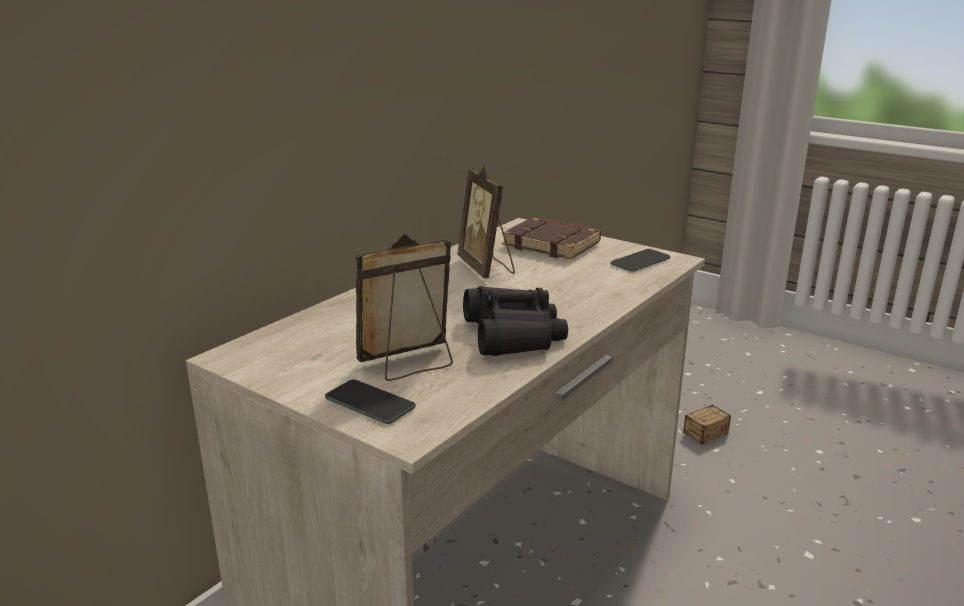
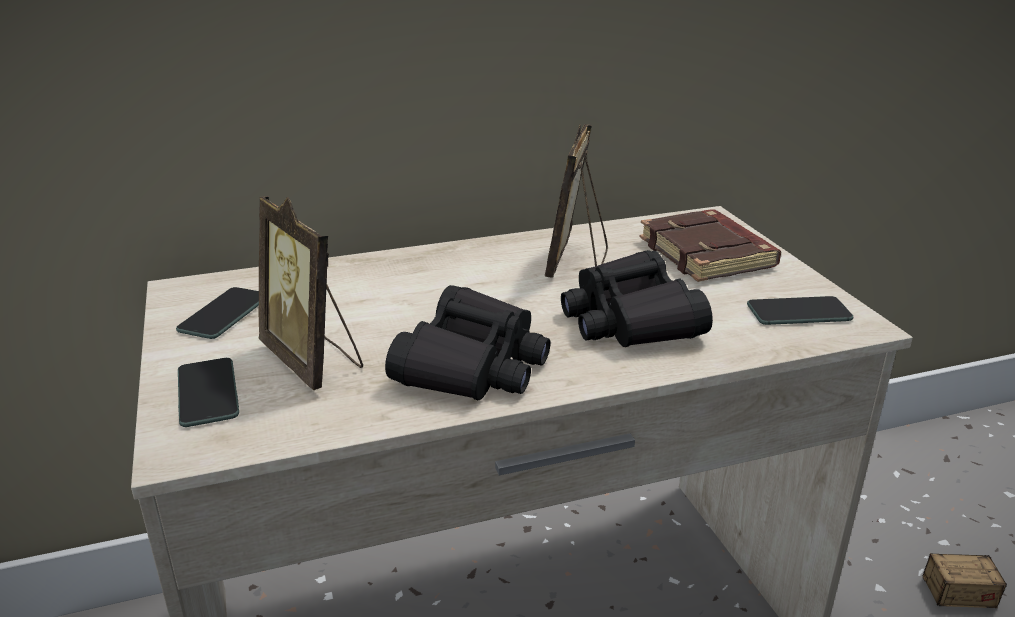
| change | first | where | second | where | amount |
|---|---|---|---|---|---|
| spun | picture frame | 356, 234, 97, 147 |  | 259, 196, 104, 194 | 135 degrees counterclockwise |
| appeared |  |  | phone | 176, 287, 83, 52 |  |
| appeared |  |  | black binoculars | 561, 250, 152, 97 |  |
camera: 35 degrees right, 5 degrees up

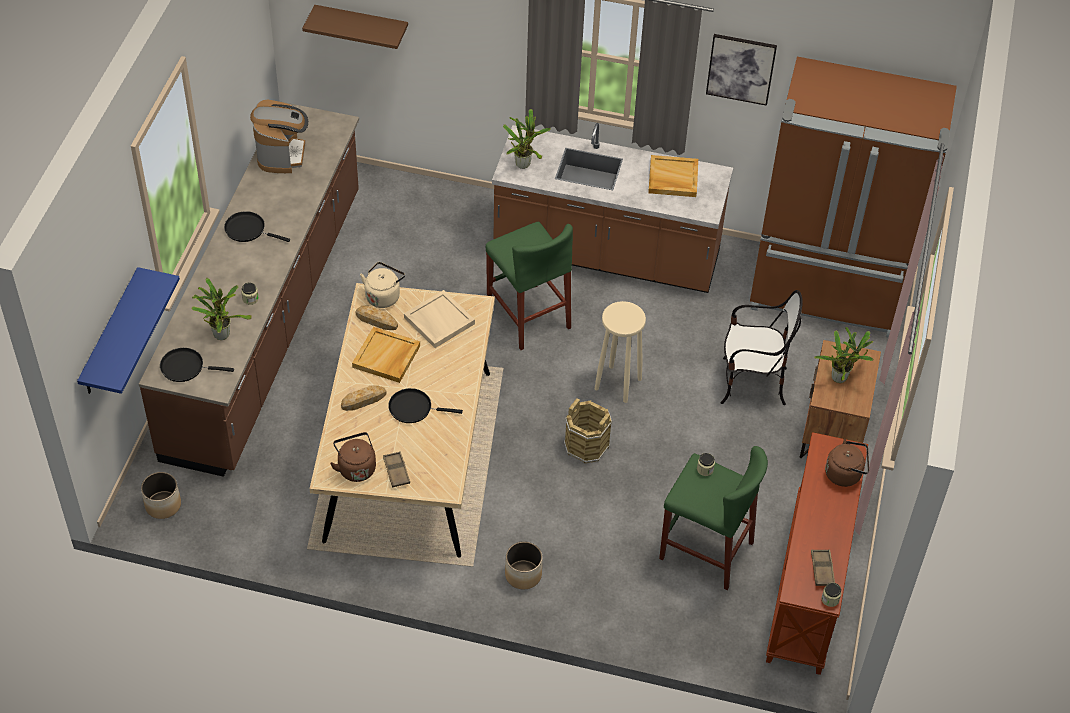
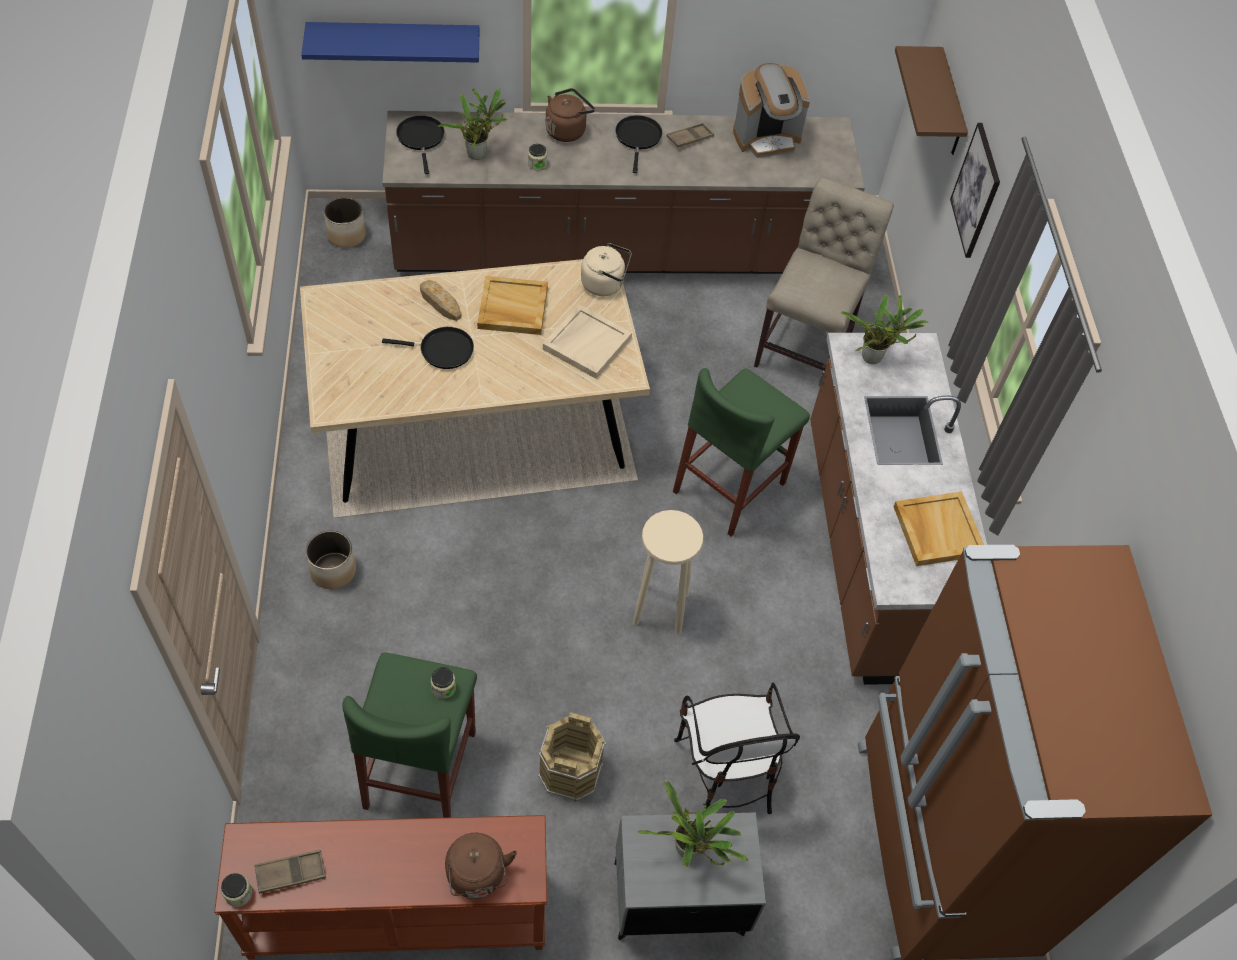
| change | first | where | second | where | amount |
|---|---|---|---|---|---|
| relocated | brown kettle | 330, 432, 46, 50 |  | 546, 88, 49, 54 |  |
| missing | bread | 355, 306, 43, 24 |  |  |  |
| relocated | brown tray | 383, 451, 27, 37 |  | 667, 123, 47, 25 |  |
| spun | black frying pan | 388, 388, 75, 35 |  | 382, 327, 92, 42 | 105 degrees clockwise |
| relocated | brown bucket | 564, 398, 48, 66 |  | 538, 712, 68, 89 |  |
| relocated | picture | 706, 34, 71, 72 |  | 950, 123, 50, 135 |  |
| colour | brown nightstand | 800, 340, 81, 118 | grey nightstand | 615, 812, 151, 128 |  |
| appeared |  |  | beige chair | 754, 178, 140, 193 |  |
camera: 70 degrees right, 5 degrees up

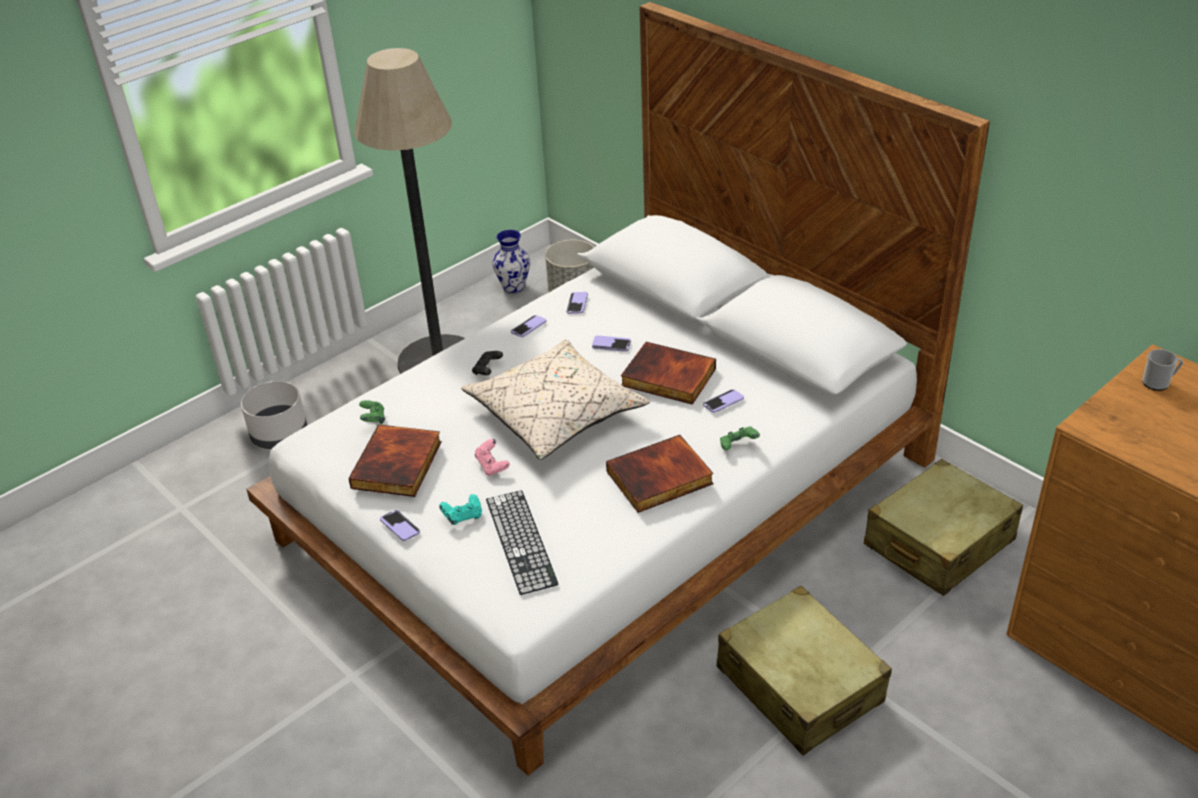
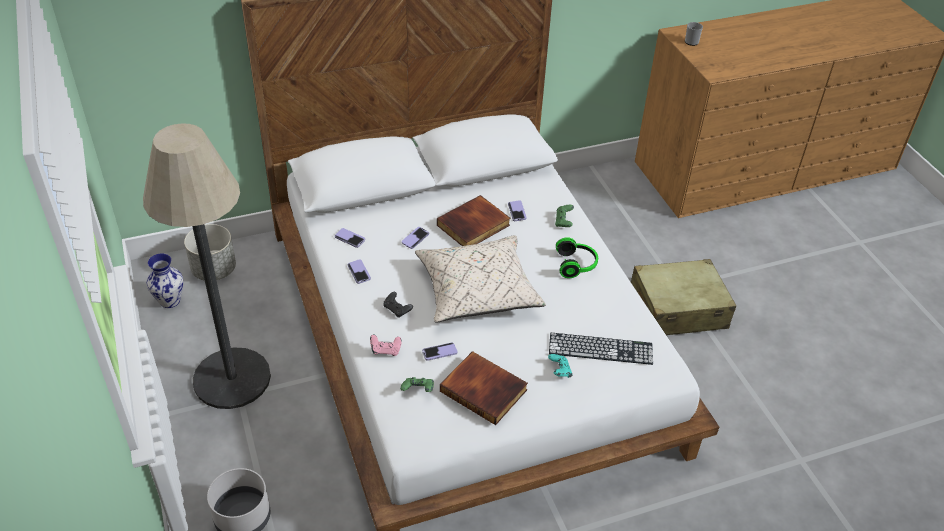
| change | first | where | second | where | amount |
|---|---|---|---|---|---|
| relocated | phone | 380, 510, 40, 31 |  | 422, 343, 35, 18 |  |
| relocated | pink game controller | 475, 439, 35, 37 |  | 370, 334, 32, 22 |  |
| exchanged | book | 606, 435, 107, 78 | headphones | 556, 237, 42, 41 |  |
| missing | beige suitcase | 864, 459, 159, 137 |  |  |  |
camera: 70 degrees left, 5 degrees up

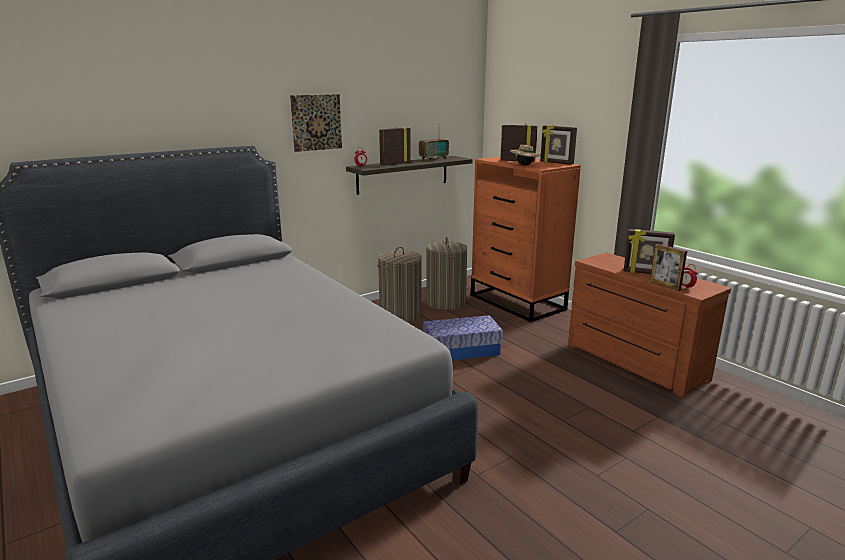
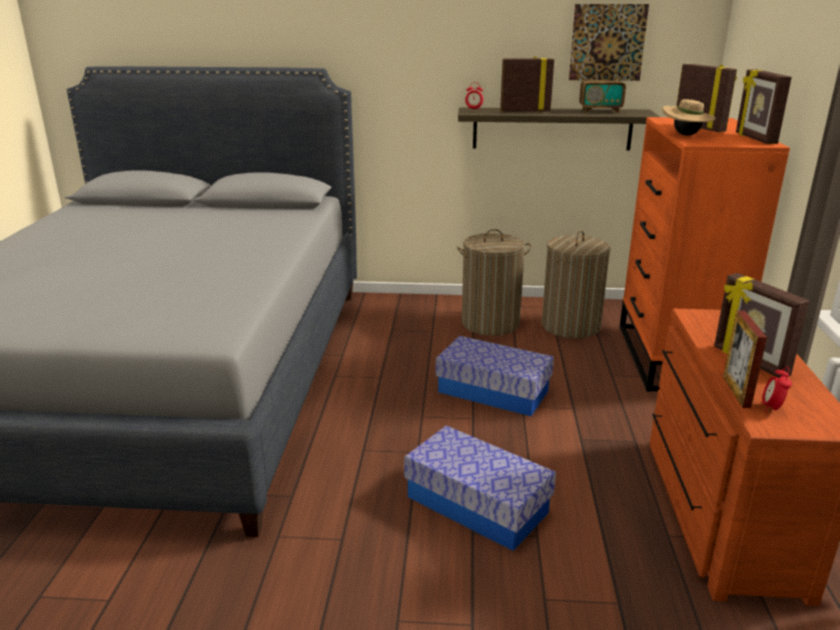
| change | first | where | second | where | amount |
|---|---|---|---|---|---|
| relocated | picture | 290, 94, 52, 58 |  | 569, 4, 80, 77 |  |
| appeared |  |  | storage box | 404, 425, 152, 126 |  |
camera: 40 degrees right, 5 degrees up

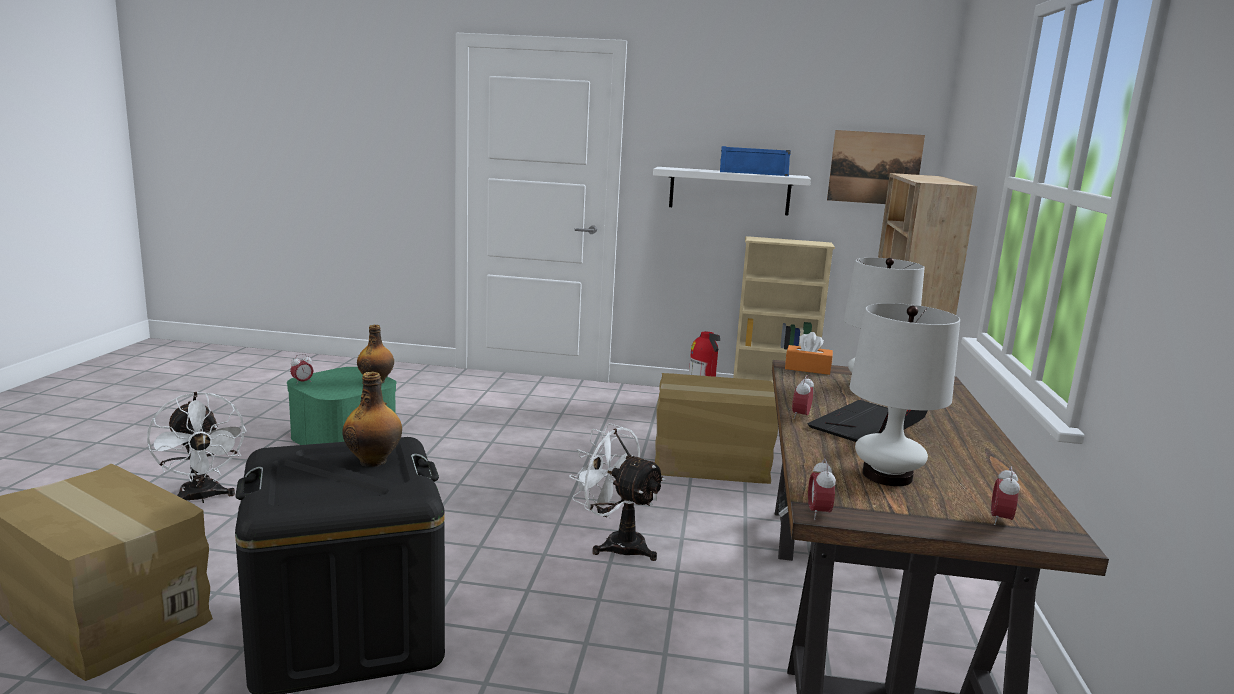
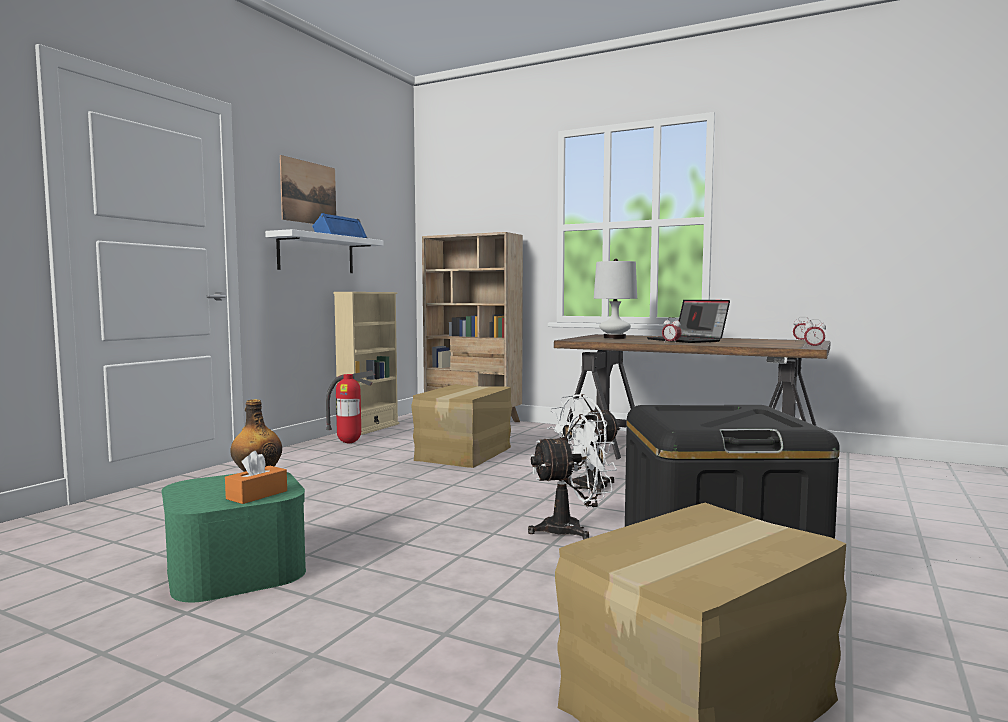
| change | first | where | second | where | amount |
|---|---|---|---|---|---|
| relocated | white fan | 147, 392, 100, 111 |  | 528, 414, 89, 125 |  |
| missing | alarm clock | 290, 354, 23, 31 |  |  |  |
| missing | bottle | 342, 372, 60, 95 |  |  |  |
| relocated | orange tissue box | 785, 332, 48, 43 |  | 225, 451, 62, 53 |  |
| relocated | picture | 827, 130, 98, 74 |  | 280, 155, 56, 69 |  |
| missing | white table lamp | 850, 303, 110, 183 |  |  |  |
camera: 70 degrees left, 10 degrees down

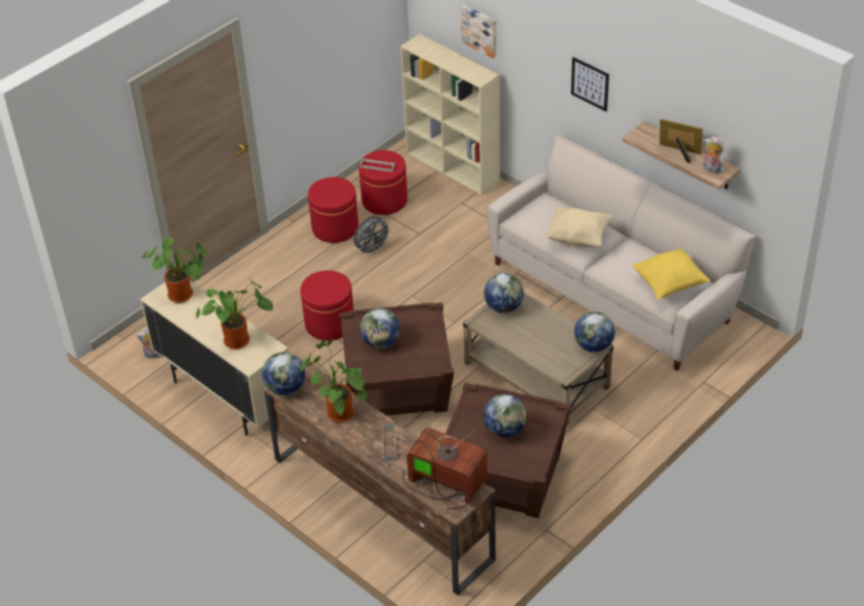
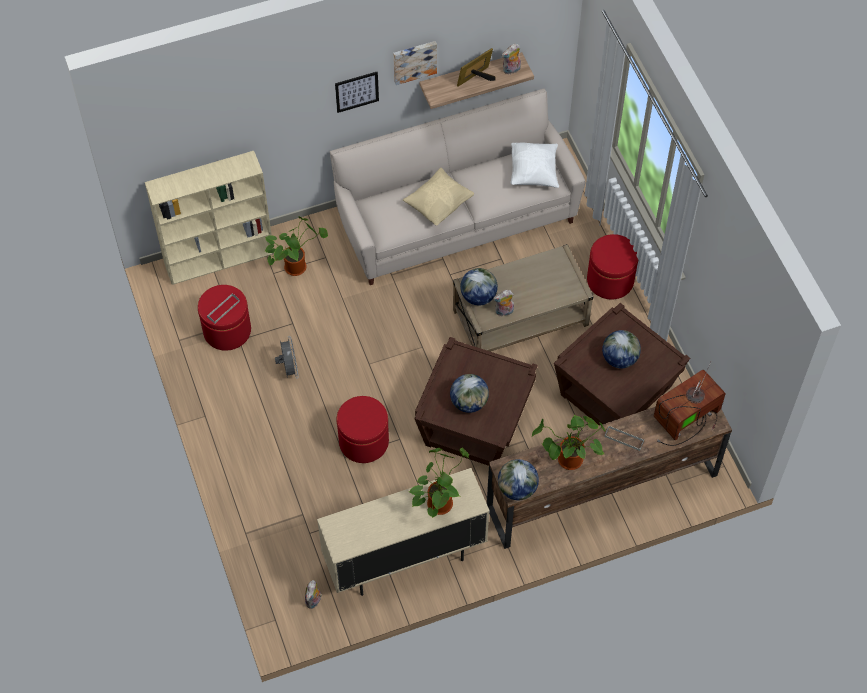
| change | first | where | second | where | amount |
|---|---|---|---|---|---|
| relocated | potted plant | 143, 237, 65, 66 |  | 265, 216, 63, 60 |  |
| relocated | red ottoman | 308, 177, 51, 66 |  | 587, 234, 51, 65 |  |
| relocated | picture | 461, 5, 35, 53 |  | 393, 41, 44, 44 |  |
| missing | globe | 574, 311, 41, 42 |  |  |  |
| colour | yellow pillow | 632, 249, 78, 51 | white pillow | 511, 143, 48, 45 |  |
| appeared |  |  | plush toy | 493, 290, 21, 26 |  |
camera: 65 degrees left, 15 degrees up

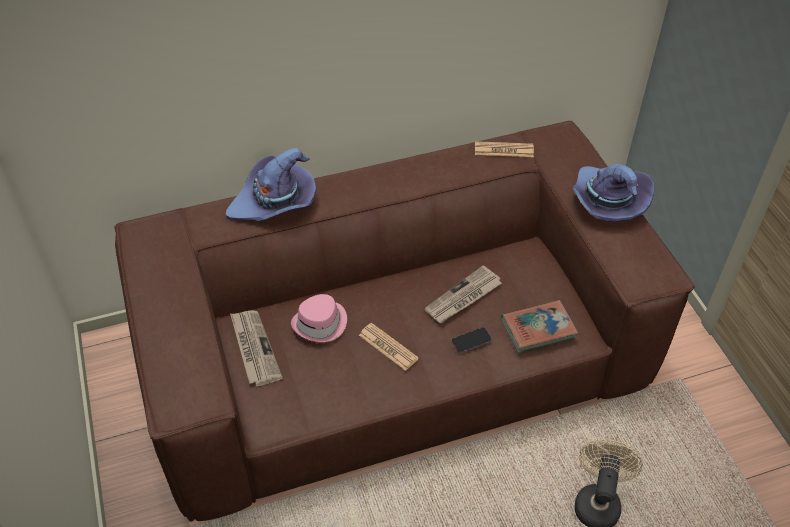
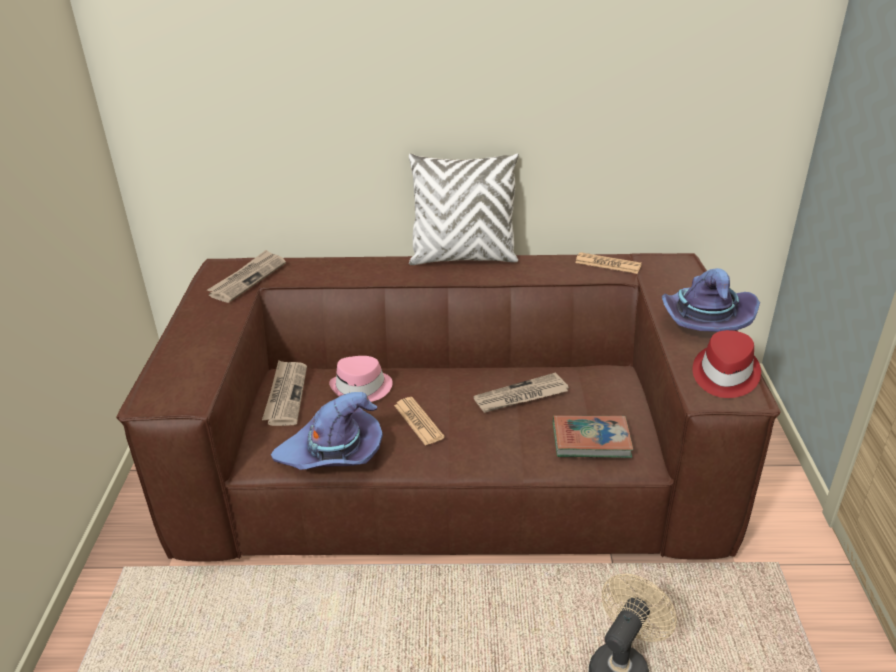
| change | first | where | second | where | amount |
|---|---|---|---|---|---|
| relocated | purple hat | 226, 148, 90, 73 |  | 271, 392, 112, 78 |  |
| missing | phone | 451, 327, 41, 26 |  |  |  |
| appeared |  |  | newspaper | 207, 250, 79, 53 |  |
| appeared |  |  | white pillow | 409, 153, 110, 112 |  |
| appeared |  |  | red hat | 693, 330, 68, 68 |  |
camera: 20 degrees right, 15 degrees down

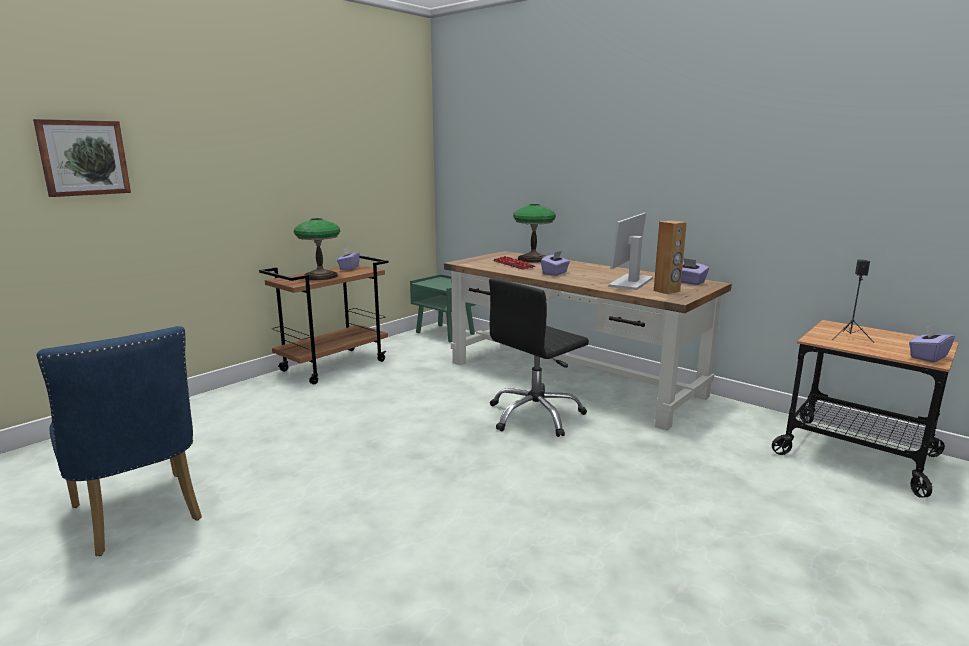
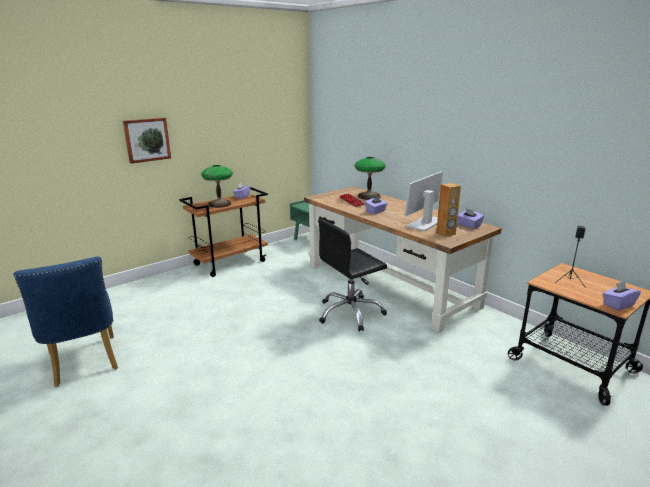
| change | first | where | second | where | amount |
|---|---|---|---|---|---|
| relocated | picture | 33, 119, 98, 78 |  | 123, 117, 48, 47 |  |
camera: 10 degrees right, 5 degrees up

